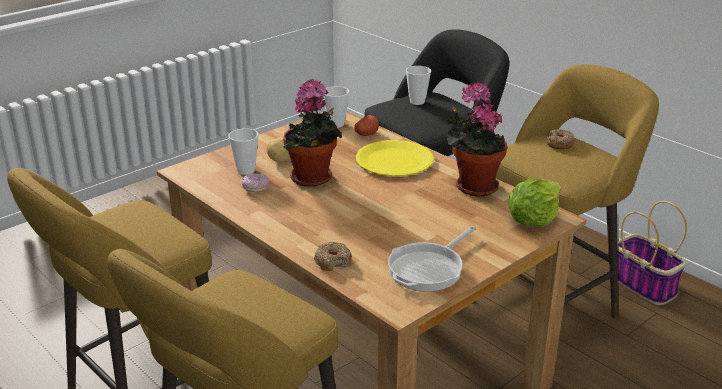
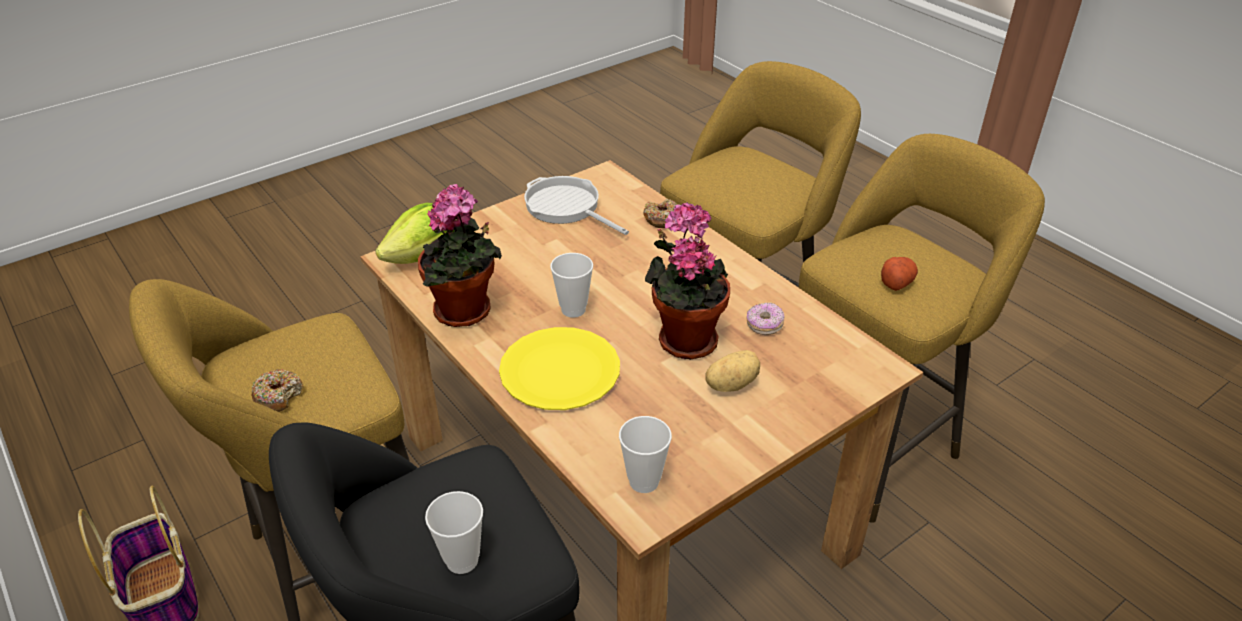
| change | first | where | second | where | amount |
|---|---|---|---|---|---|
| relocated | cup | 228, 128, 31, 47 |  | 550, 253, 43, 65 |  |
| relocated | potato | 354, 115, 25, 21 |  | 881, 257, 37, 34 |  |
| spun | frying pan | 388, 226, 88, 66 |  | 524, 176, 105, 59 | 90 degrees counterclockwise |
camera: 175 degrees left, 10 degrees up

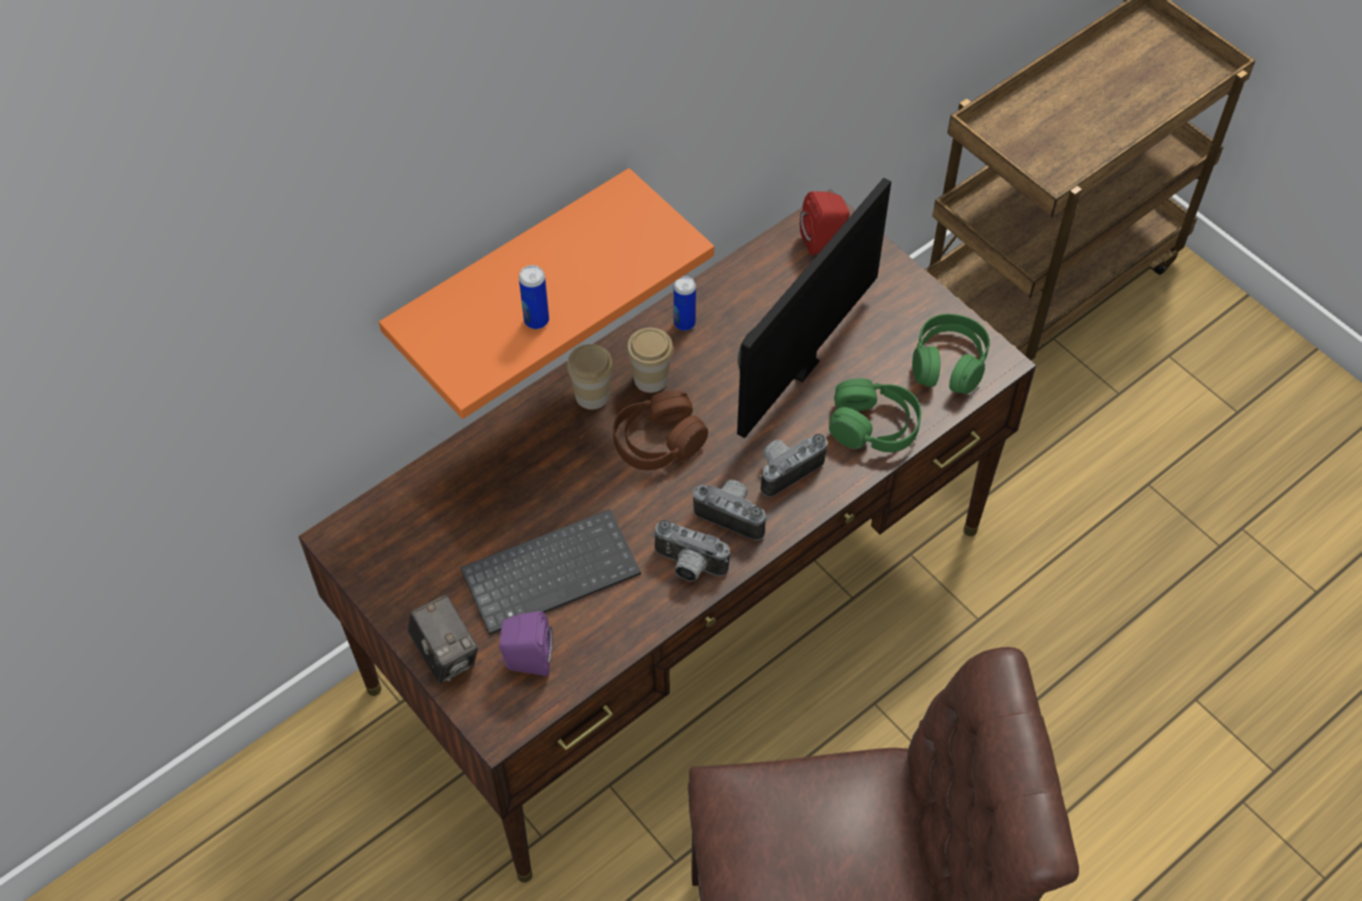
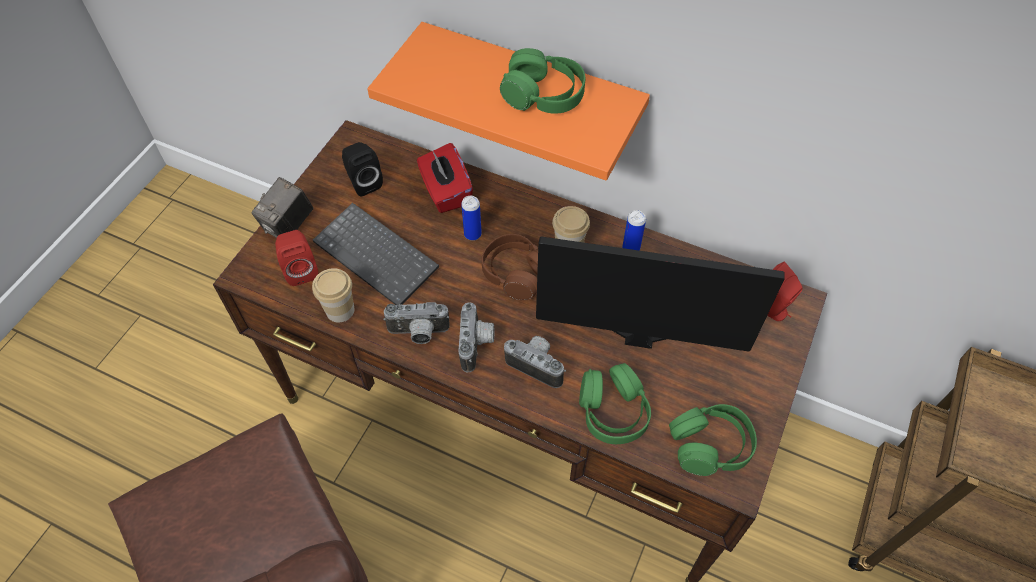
| change | first | where | second | where | amount |
|---|---|---|---|---|---|
| colour | purple speaker | 499, 611, 54, 66 | red speaker | 275, 230, 43, 56 |  |
| relocated | can | 519, 265, 30, 64 |  | 461, 196, 21, 45 |  |
| relocated | cup | 567, 344, 46, 66 |  | 312, 268, 42, 55 |  |
| spun | photo camera | 652, 520, 78, 62 |  | 383, 302, 67, 42 | 90 degrees counterclockwise |
| appeared |  |  | black speaker | 342, 142, 41, 54 |  |
| appeared |  |  | red tissue box | 417, 143, 56, 70 |  |
| appeared |  |  | green headphones | 500, 48, 85, 66 |  |
camera: 65 degrees right, 0 degrees up

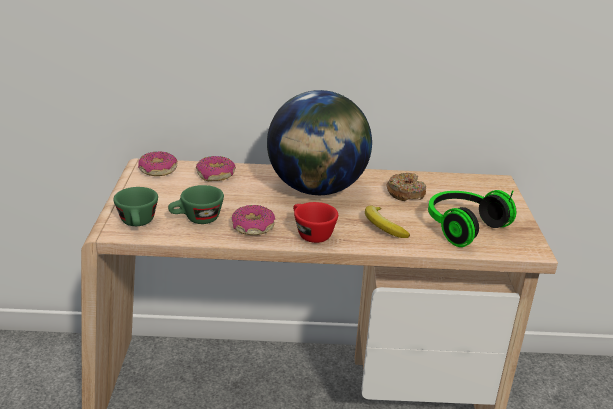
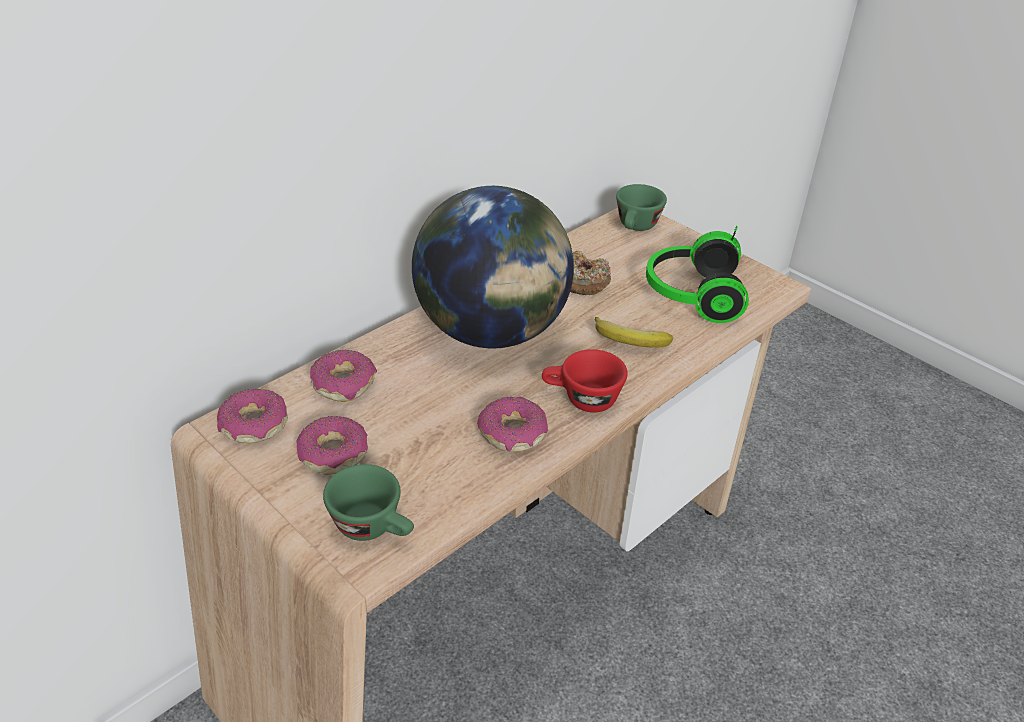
| change | first | where | second | where | amount |
|---|---|---|---|---|---|
| relocated | green cup | 168, 185, 56, 39 |  | 616, 184, 51, 47 |  |
| appeared |  |  | donut | 296, 416, 72, 59 |  |
camera: 45 degrees left, 10 degrees up

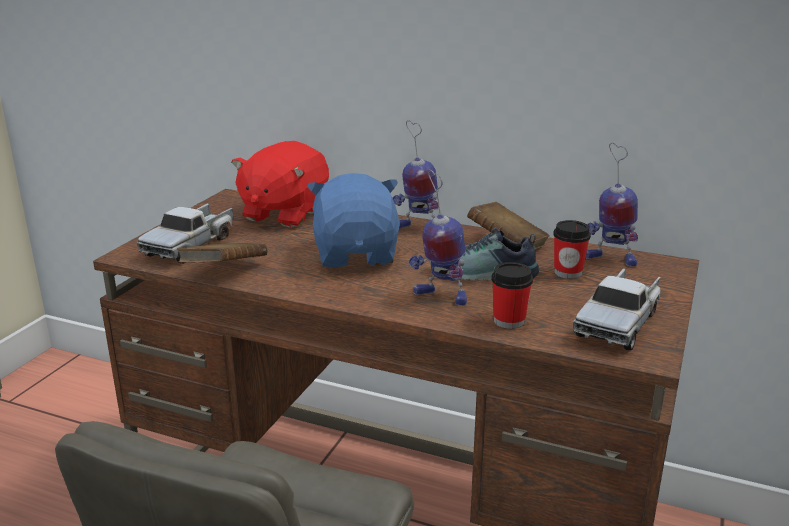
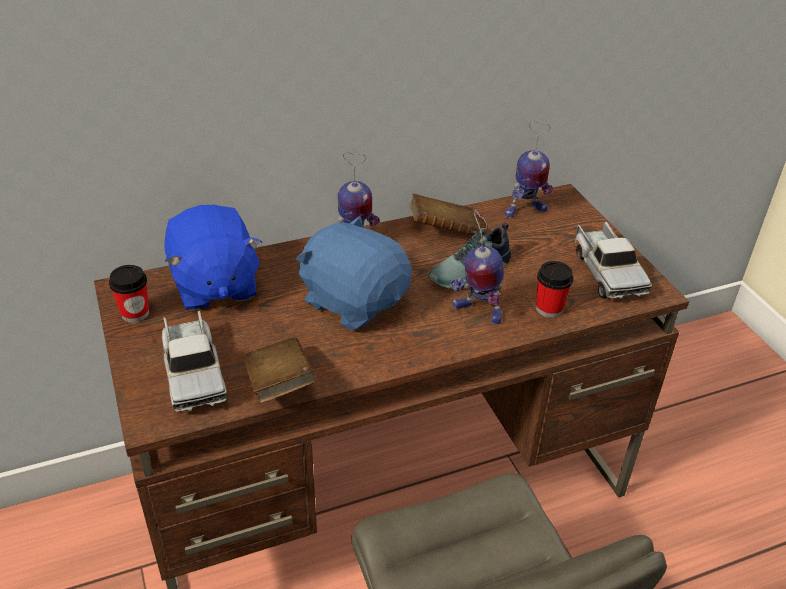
| change | first | where | second | where | amount |
|---|---|---|---|---|---|
| colour | red plush toy | 231, 141, 98, 86 | blue plush toy | 164, 205, 98, 106 |  |
| spun | toy robot | 409, 169, 58, 137 |  | 450, 210, 54, 114 | 45 degrees clockwise |
| relocated | cup | 553, 220, 38, 59 |  | 109, 265, 40, 58 |  |
camera: 45 degrees left, 15 degrees up

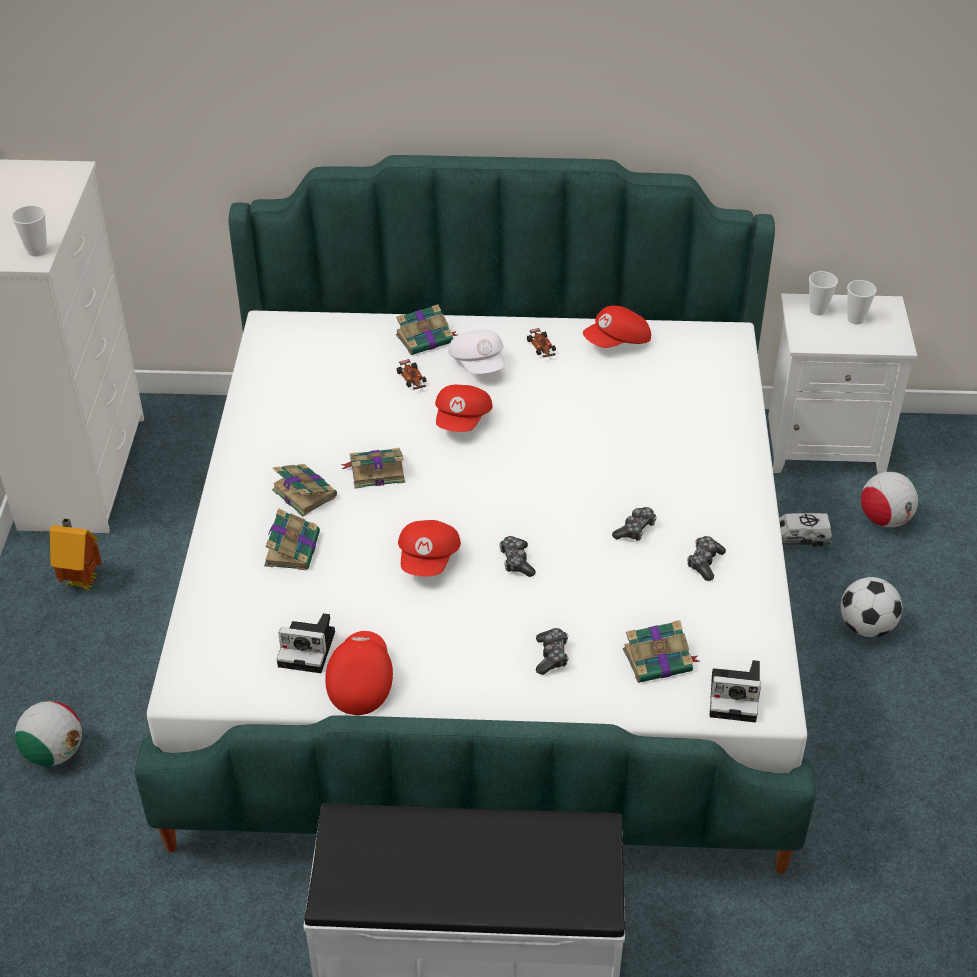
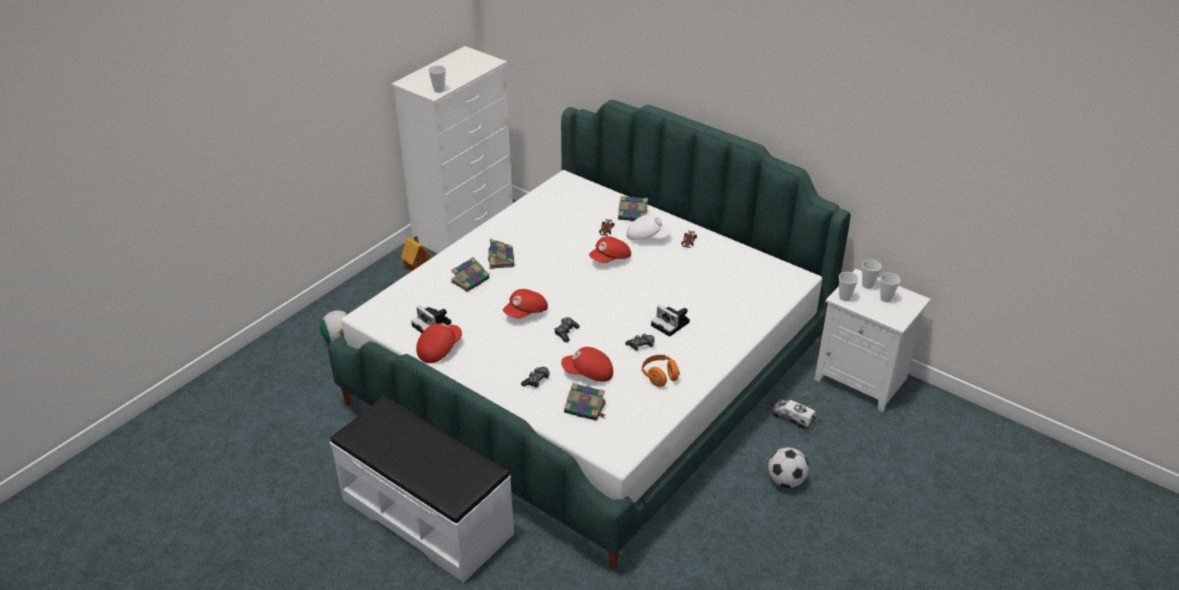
| change | first | where | second | where | amount |
|---|---|---|---|---|---|
| missing | book | 341, 448, 64, 41 |  |  |  |
| spun | white cap | 448, 329, 57, 45 |  | 627, 214, 44, 26 | 90 degrees counterclockwise |
| relocated | red cap | 583, 305, 68, 43 |  | 561, 347, 52, 35 |  |
| exchanged | game controller | 687, 536, 39, 45 | orange headphones | 642, 355, 38, 32 |  |
| relocated | photo camera | 709, 660, 52, 62 |  | 651, 305, 39, 32 |  |
| missing | football | 861, 472, 58, 55 |  |  |  |
| appeared |  |  | cup | 839, 272, 20, 29 |  |
camera: 35 degrees right, 5 degrees down

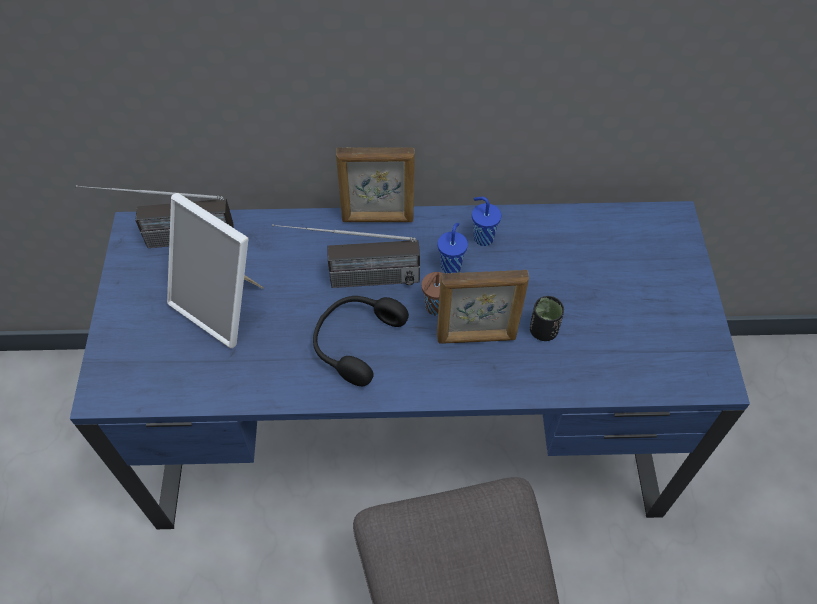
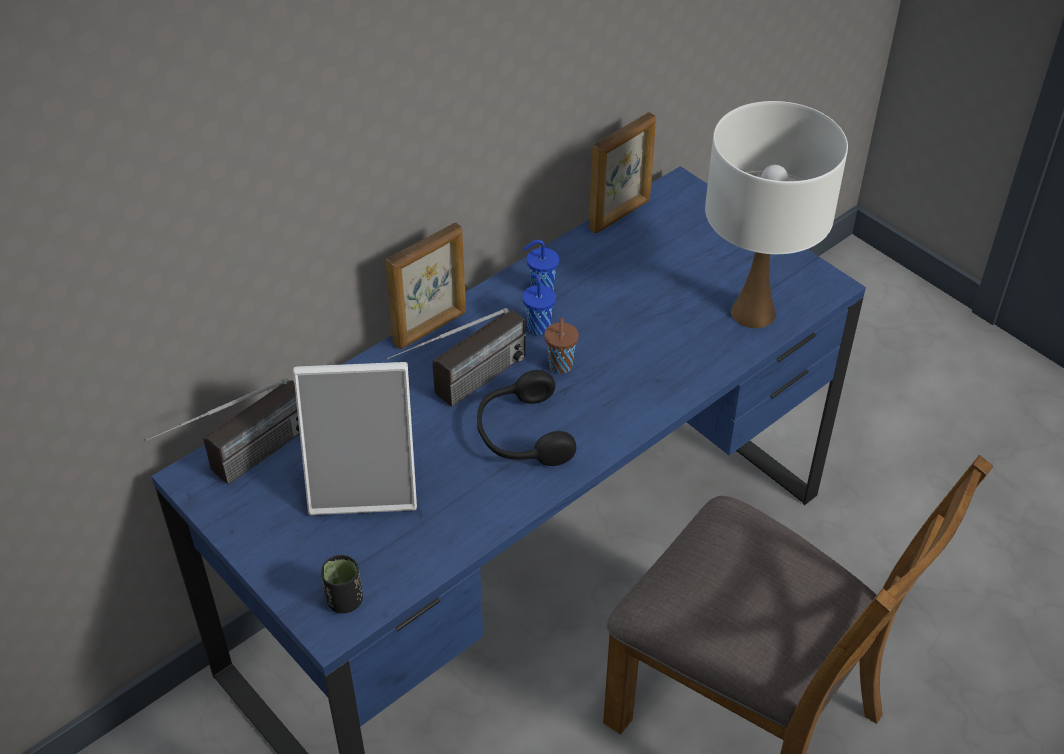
| change | first | where | second | where | amount |
|---|---|---|---|---|---|
| relocated | picture frame | 437, 270, 92, 74 |  | 589, 112, 67, 121 |  |
| relocated | black cup | 530, 296, 34, 45 |  | 321, 555, 42, 58 |  |
| appeared |  |  | white table lamp | 705, 101, 143, 227 |  |
camera: 40 degrees left, 10 degrees down

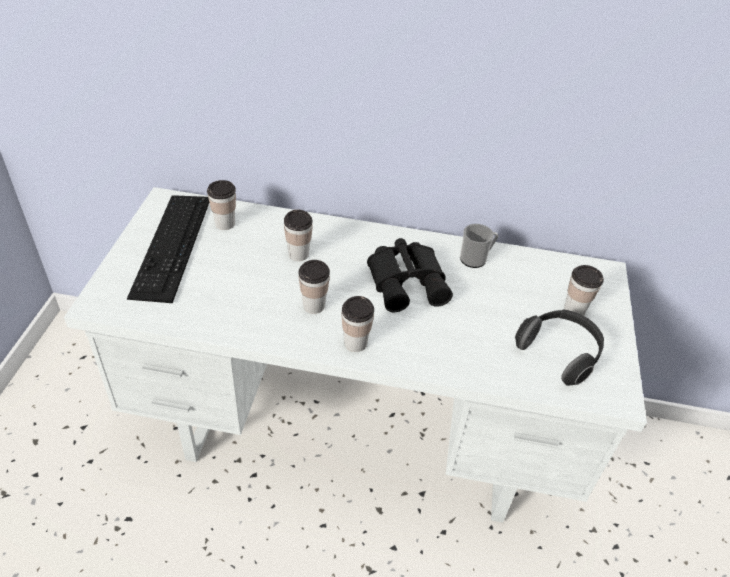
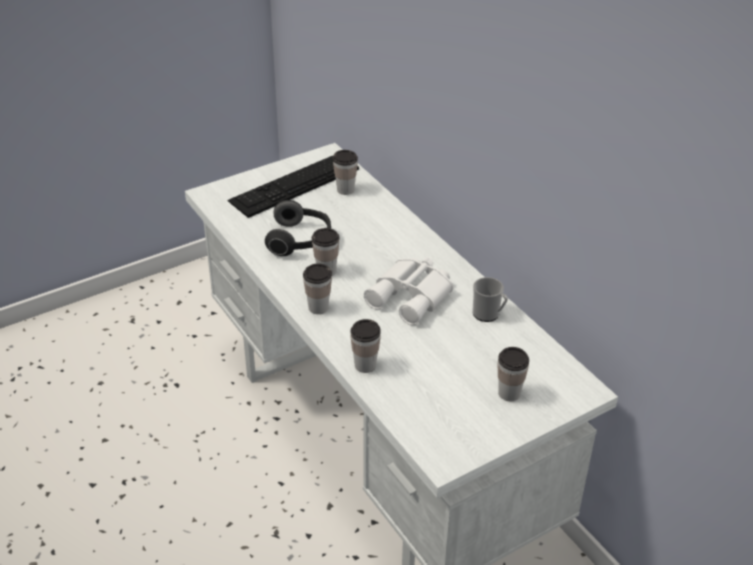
| change | first | where | second | where | amount |
|---|---|---|---|---|---|
| relocated | cup | 284, 210, 29, 51 |  | 351, 319, 30, 54 |  |
| colour | black binoculars | 367, 238, 86, 74 | white binoculars | 364, 258, 89, 67 |  |
| relocated | headphones | 515, 310, 89, 76 |  | 265, 200, 66, 56 |  |
camera: 50 degrees right, 5 degrees down

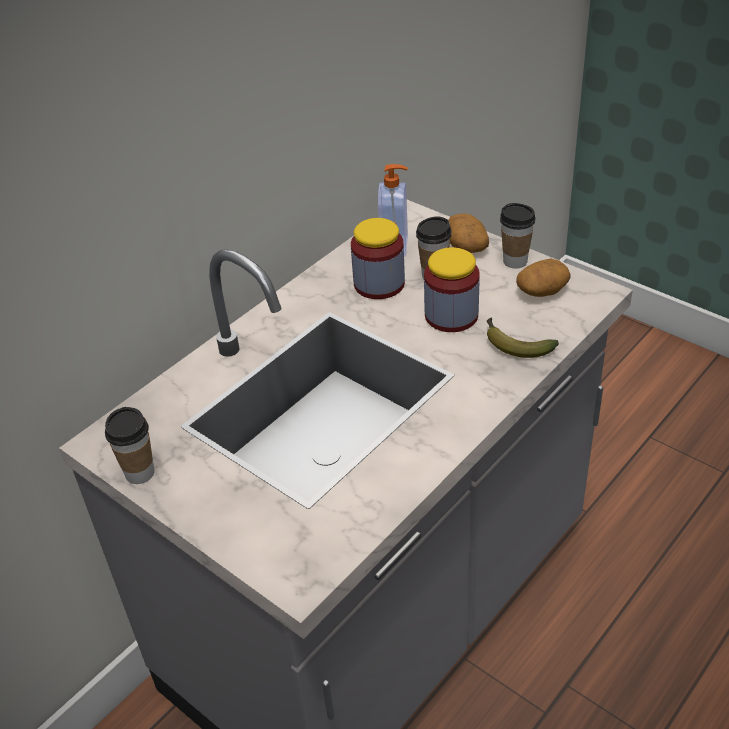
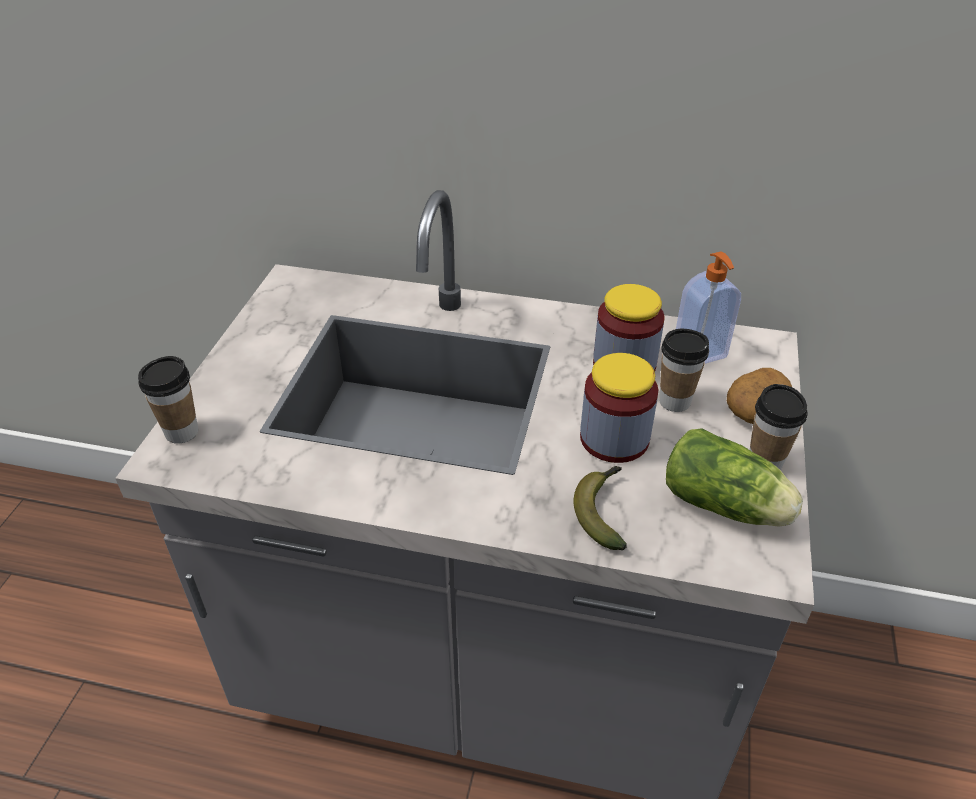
| change | first | where | second | where | amount |
|---|---|---|---|---|---|
| relocated | cup | 105, 407, 50, 77 |  | 138, 356, 60, 88 |  |
| exchanged | potato | 516, 258, 54, 39 | lettuce | 666, 428, 137, 99 |  |
camera: 60 degrees right, 0 degrees up

